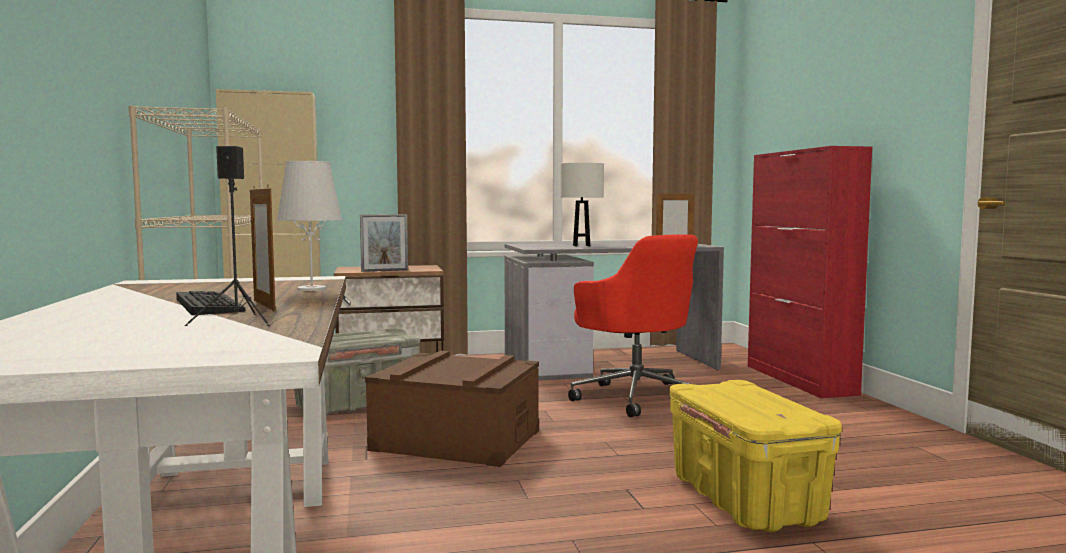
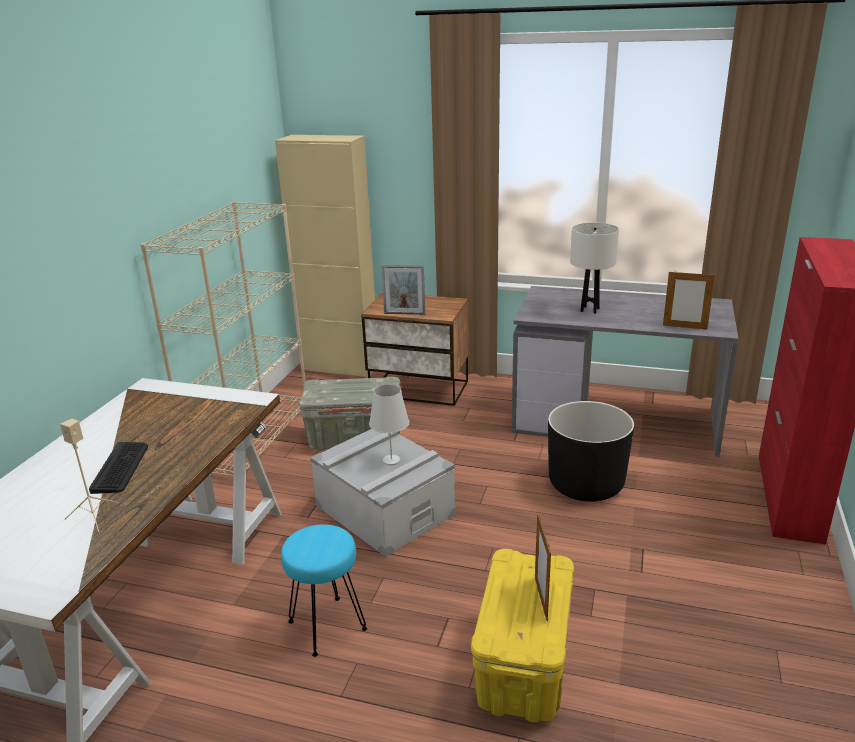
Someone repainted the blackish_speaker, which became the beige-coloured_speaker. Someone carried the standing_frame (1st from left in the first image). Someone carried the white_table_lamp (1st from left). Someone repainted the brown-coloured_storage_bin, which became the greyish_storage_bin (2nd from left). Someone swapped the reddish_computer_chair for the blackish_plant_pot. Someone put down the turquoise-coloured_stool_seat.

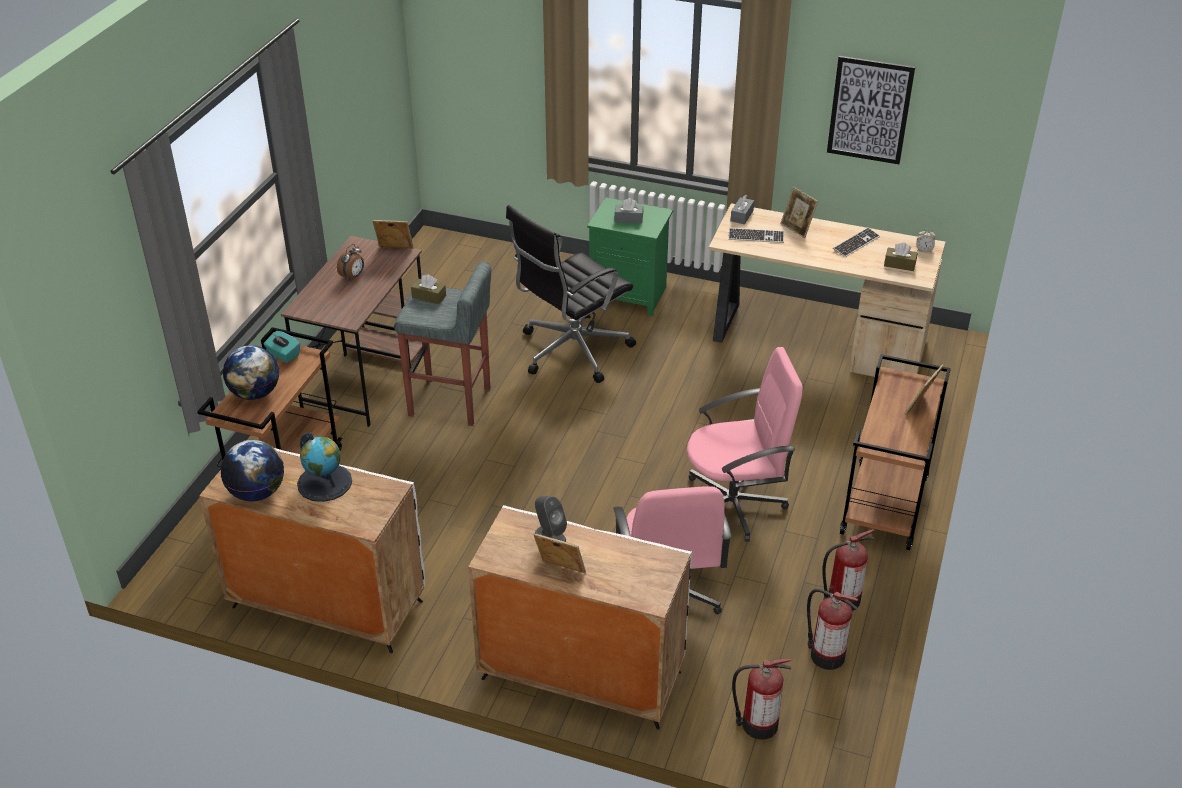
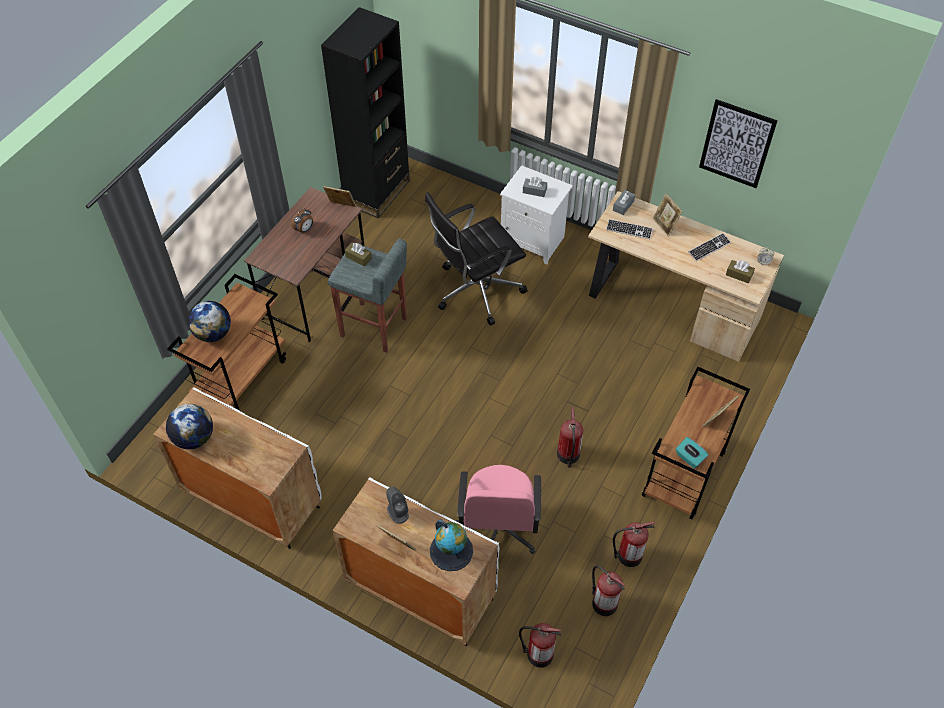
Someone carried the turquoise-coloured_tissue_holder. Someone carried the world_globe (3rd from left). Someone repainted the green_bedside_table, which became the white_bedside_table. Someone swapped the pinkish_computer_chair (2nd from left) for the fire-fighting_cylinder (2nd from left). Someone put down the blackish_shelving_unit.

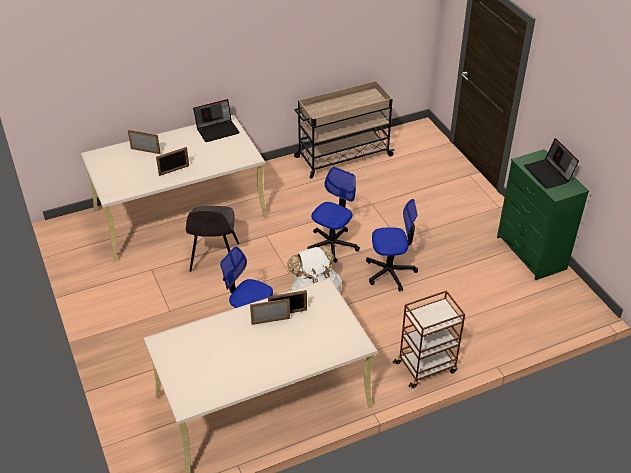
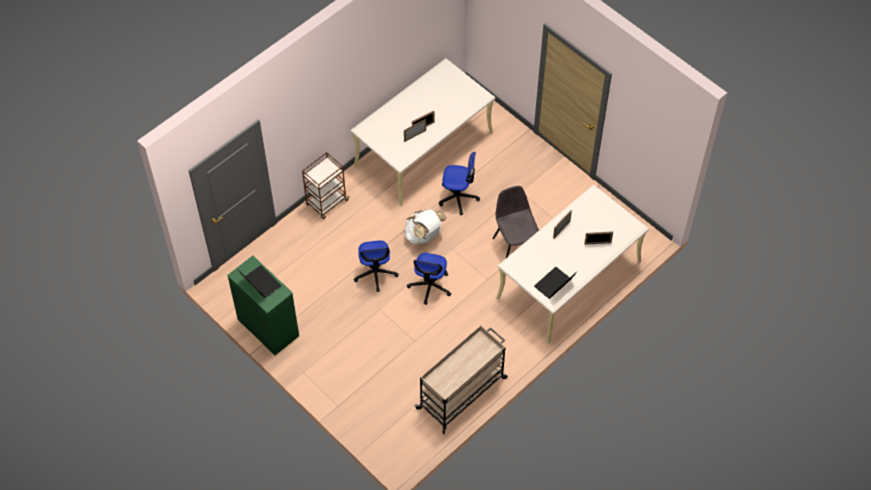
Someone rotated the computer_chair (3rd from left in the first image) by 75 degrees counterclockwise.

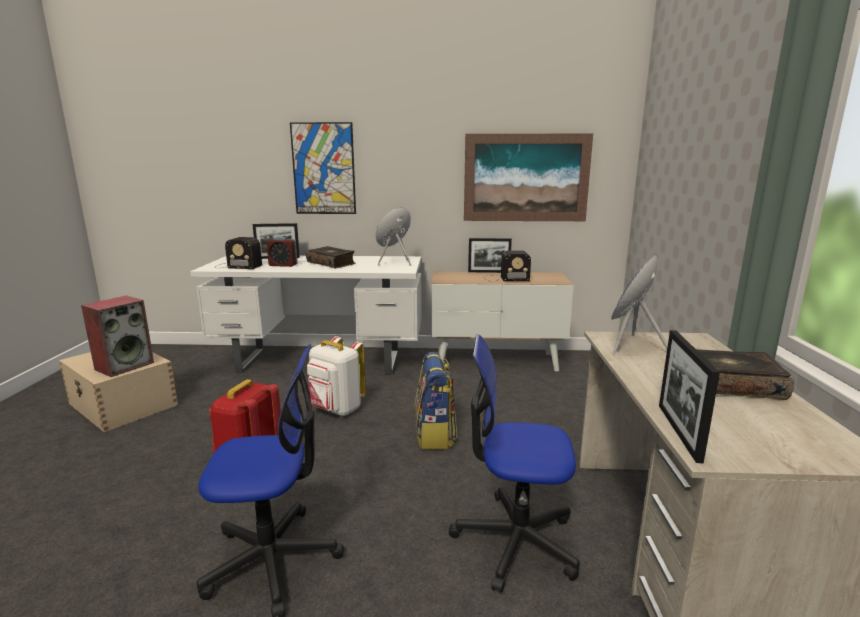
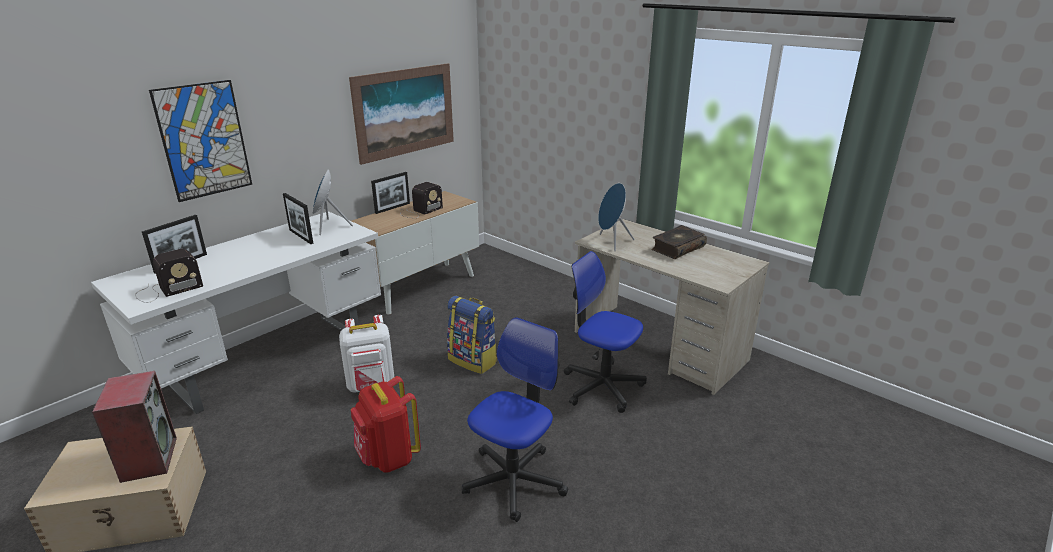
Someone took away the bedside_clock. Someone took away the book (1st from left). Someone rotated the computer_chair (2nd from left) by 75 degrees clockwise. Someone carried the standing_frame (3rd from left in the first image).

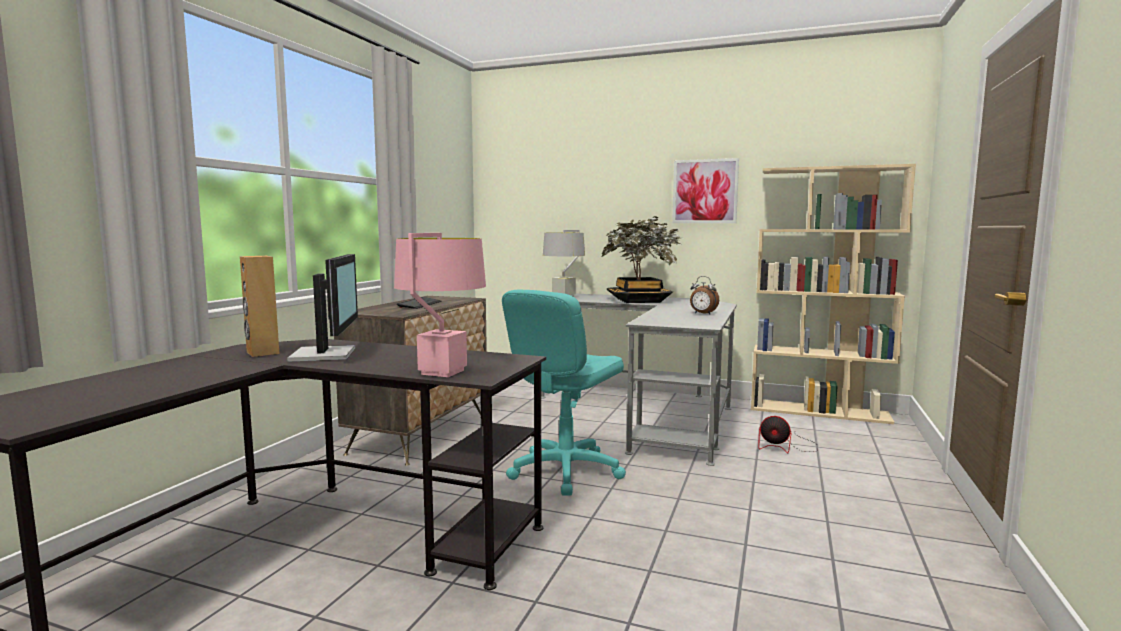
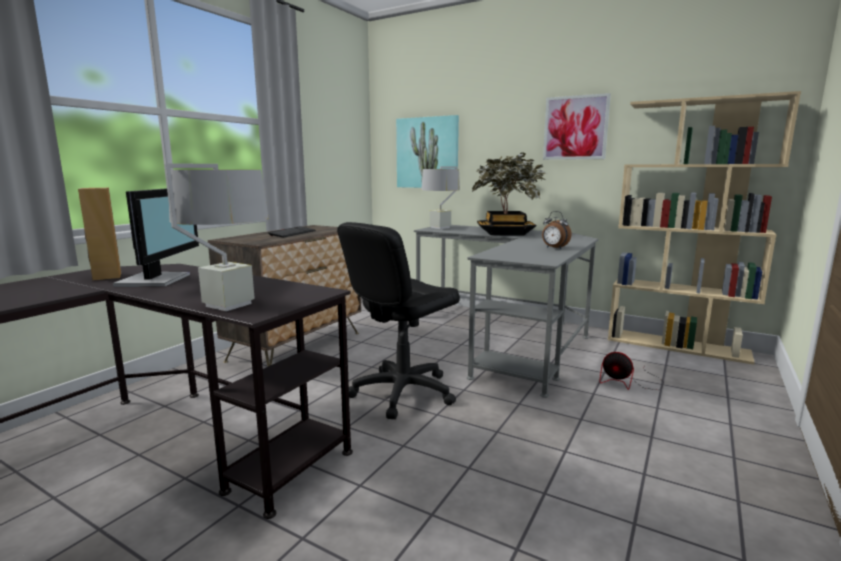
Someone repainted the pinkish_table_lamp, which became the greyish_table_lamp (1st from left). Someone repainted the turquoise-coloured_computer_chair, which became the blackish_computer_chair. Someone put up the wall_art (1st from left).

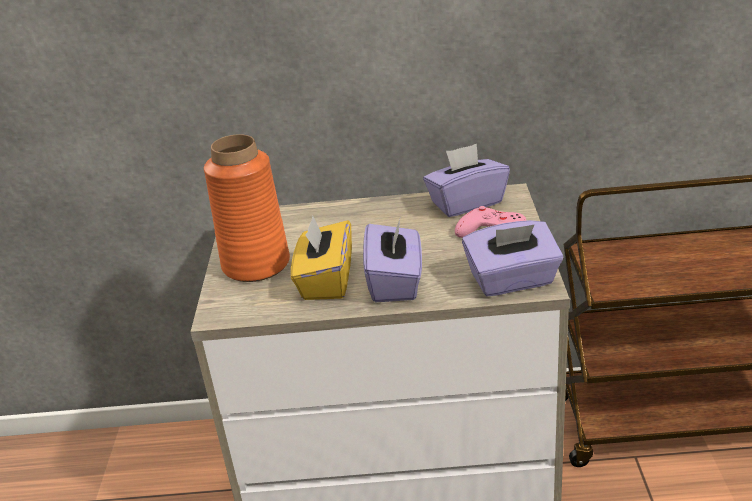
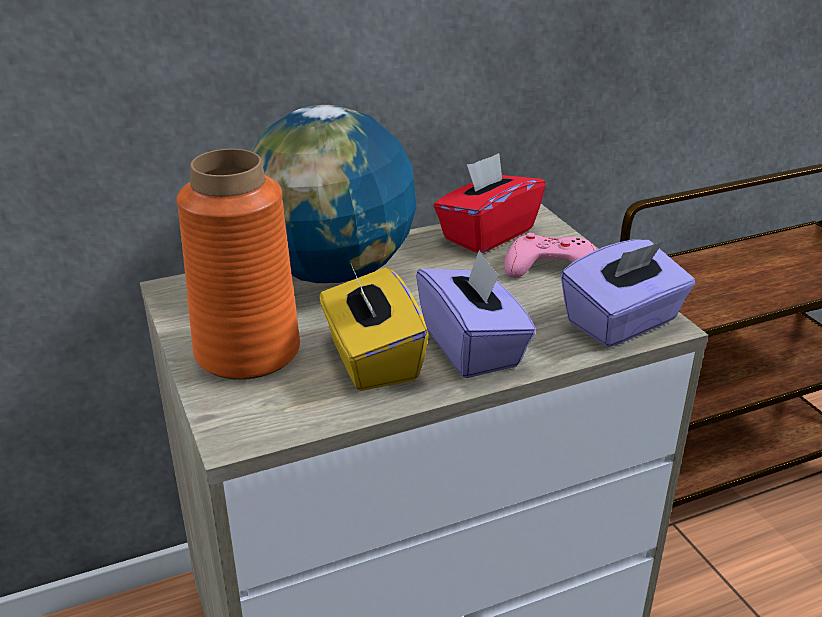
Someone repainted the purple-coloured_tissue_holder (2nd from left), which became the reddish_tissue_holder. Someone put down the world_globe.

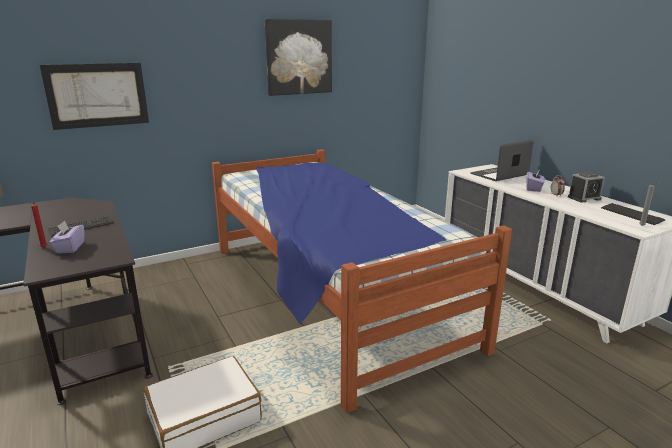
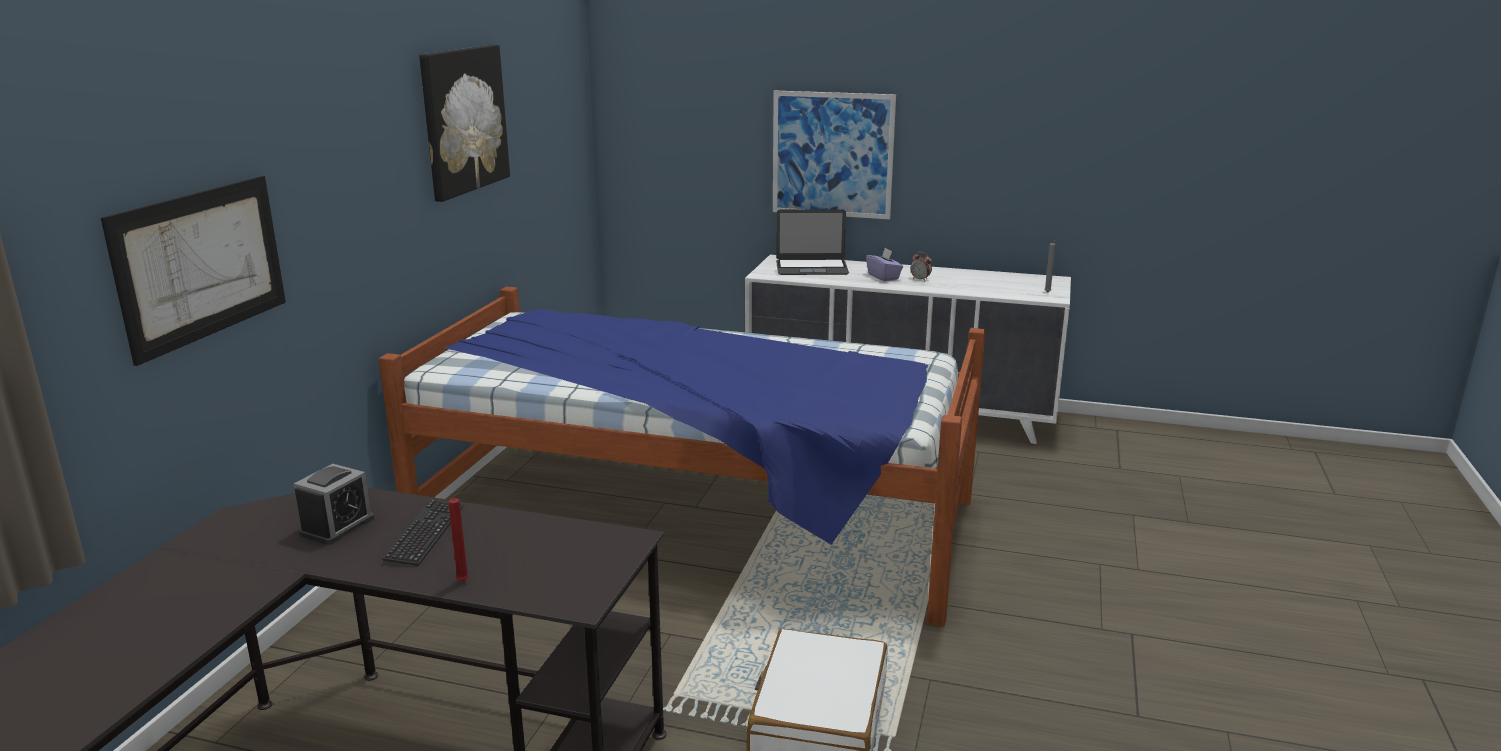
Someone took away the purple-coloured_tissue_holder (1st from left). Someone rotated the laptop by 105 degrees counterclockwise. Someone carried the bedside_clock (2nd from left in the first image). Someone took away the PC_keyboard (2nd from left). Someone put up the wall_art (3rd from left).

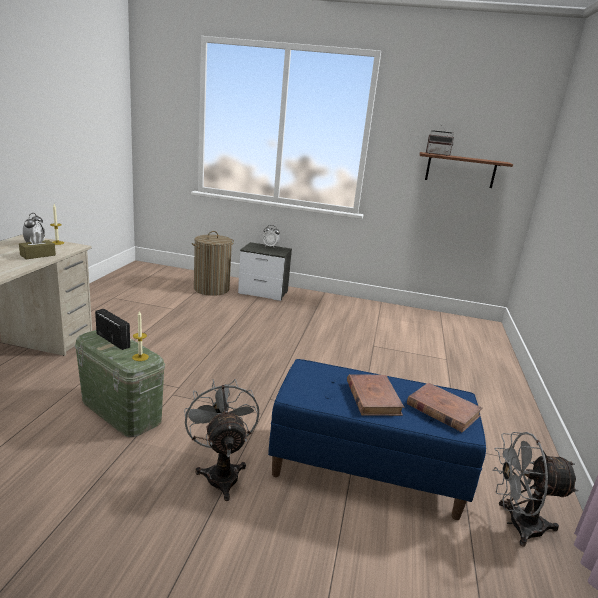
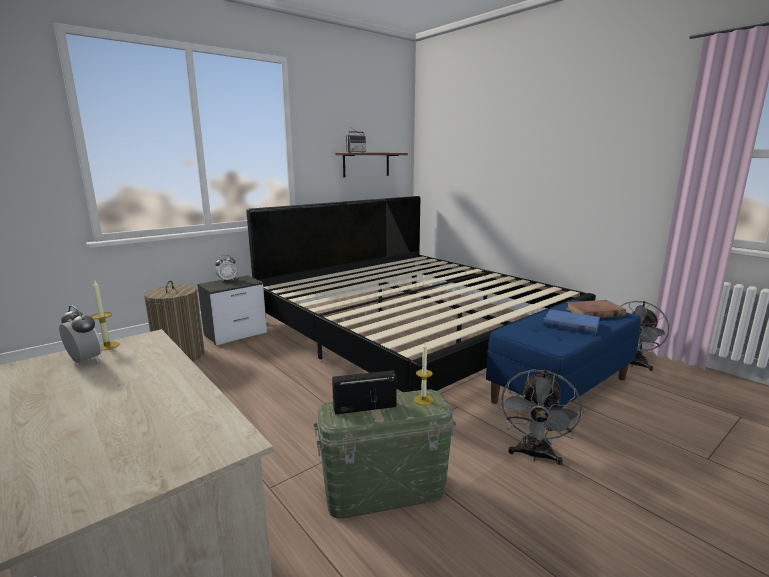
Someone took away the brown-coloured_tissue_holder. Someone rotated the greyish_cooling_fan (1st from left) by 90 degrees counterclockwise. Someone repainted the brown-coloured_book (1st from left), which became the blue-coloured_book. Someone put down the bedroom_bed.

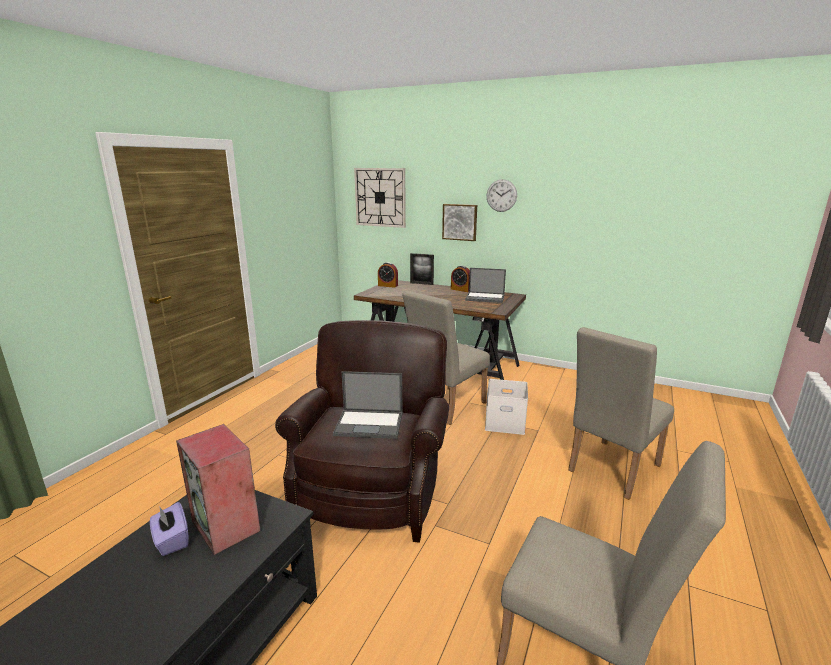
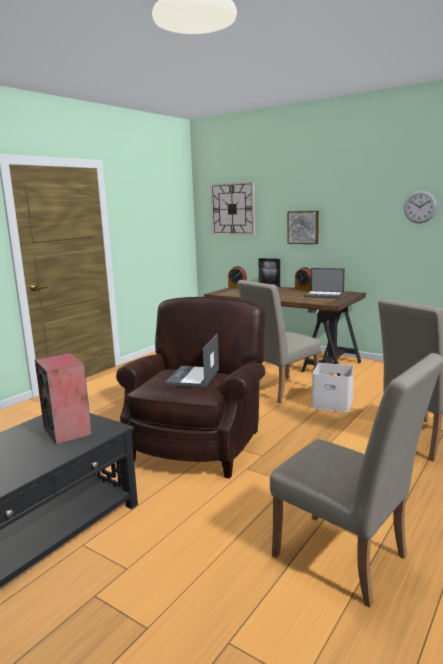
Someone took away the purple-coloured_tissue_holder. Someone rotated the laptop (1st from left) by 90 degrees clockwise. Someone carried the wall_clock (2nd from left).

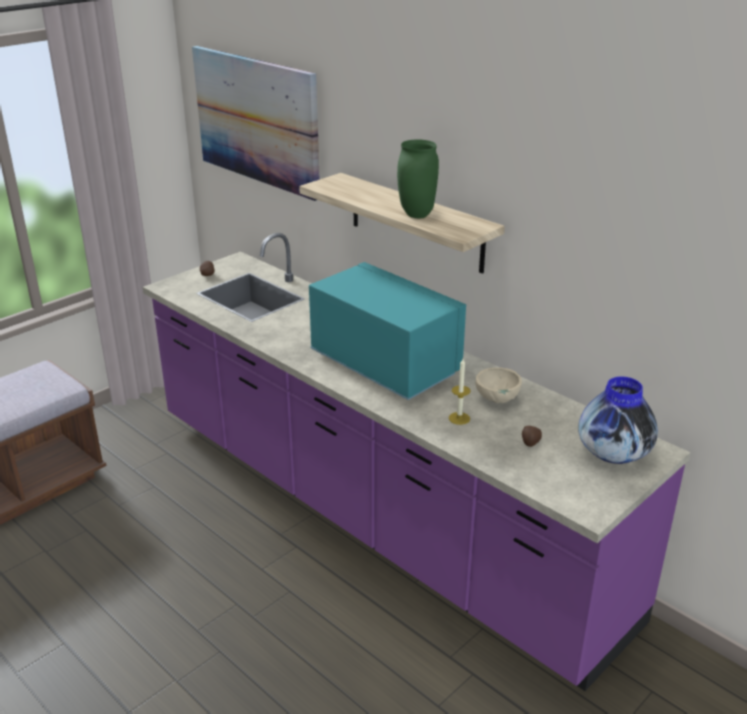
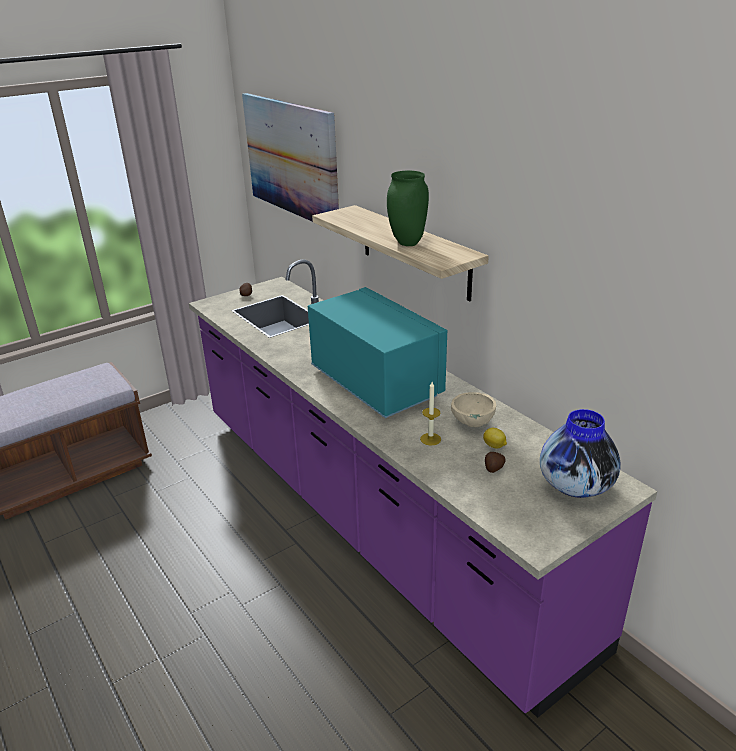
Someone put down the citrus_fruit.

